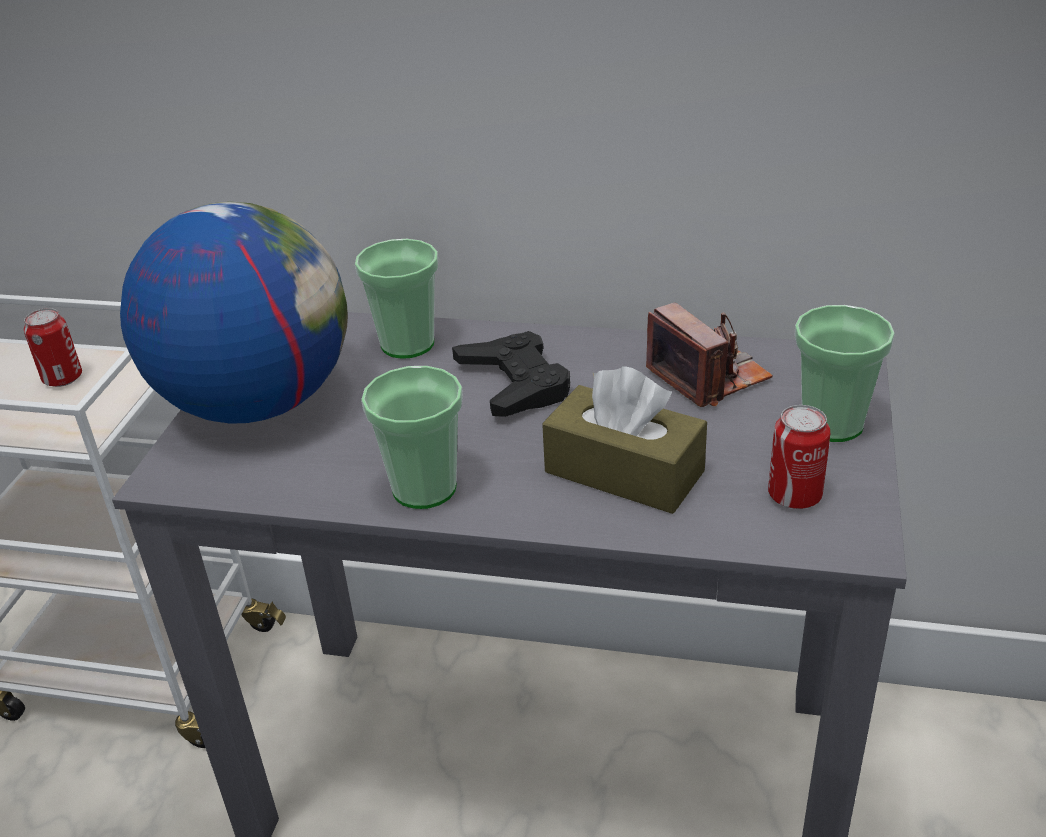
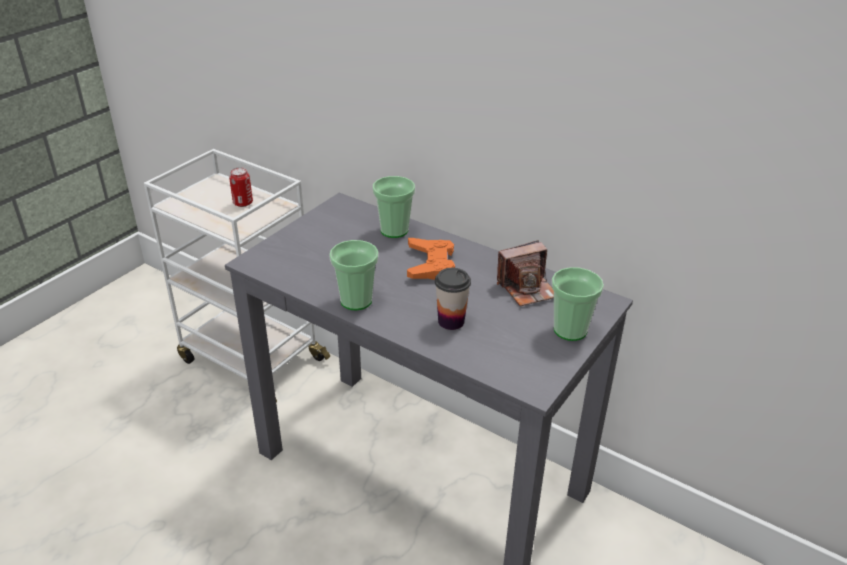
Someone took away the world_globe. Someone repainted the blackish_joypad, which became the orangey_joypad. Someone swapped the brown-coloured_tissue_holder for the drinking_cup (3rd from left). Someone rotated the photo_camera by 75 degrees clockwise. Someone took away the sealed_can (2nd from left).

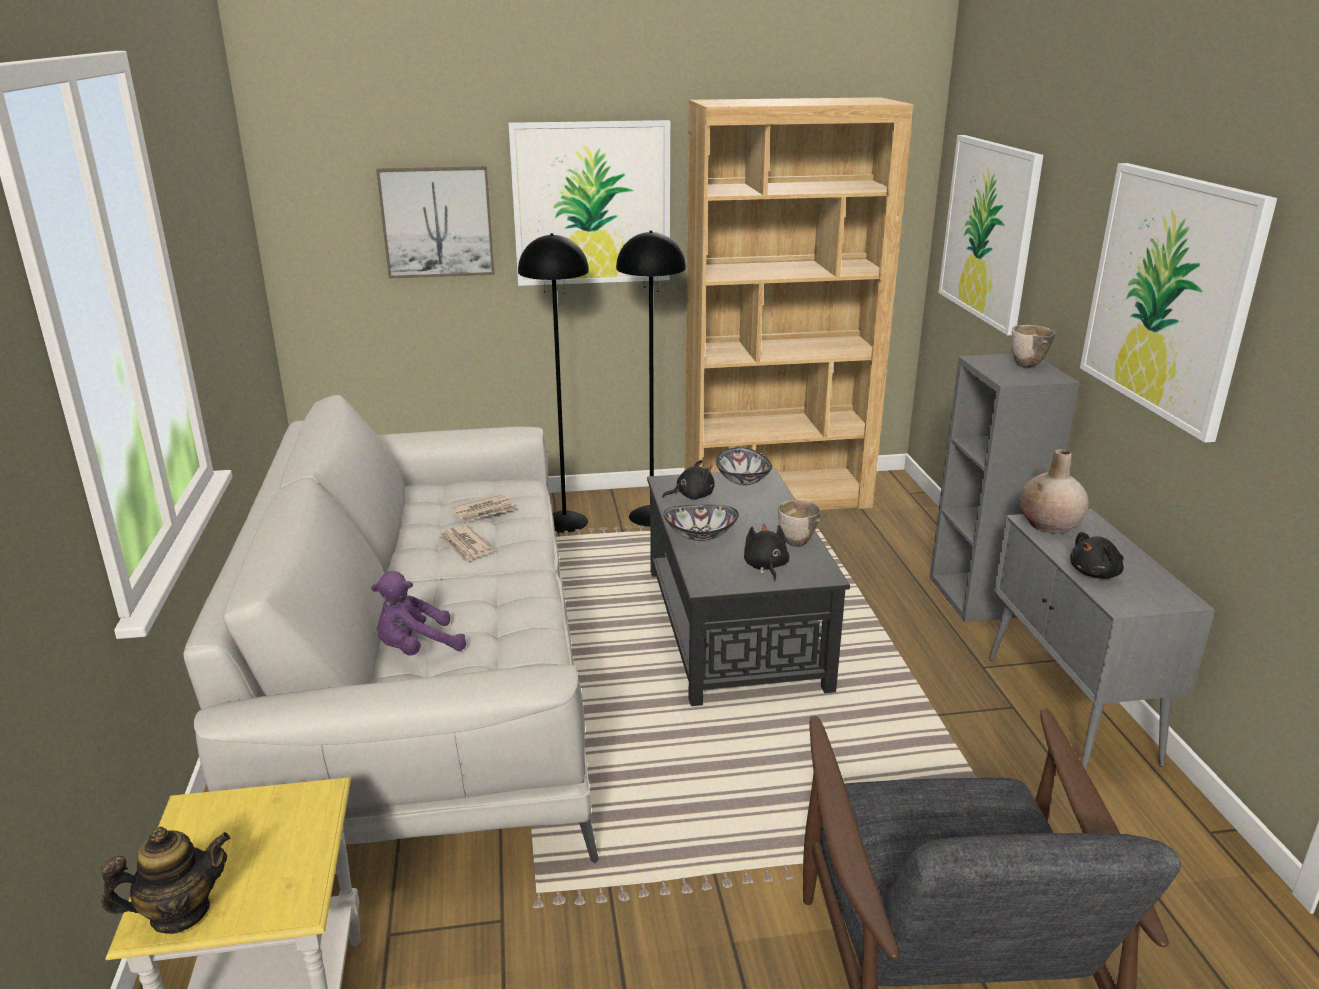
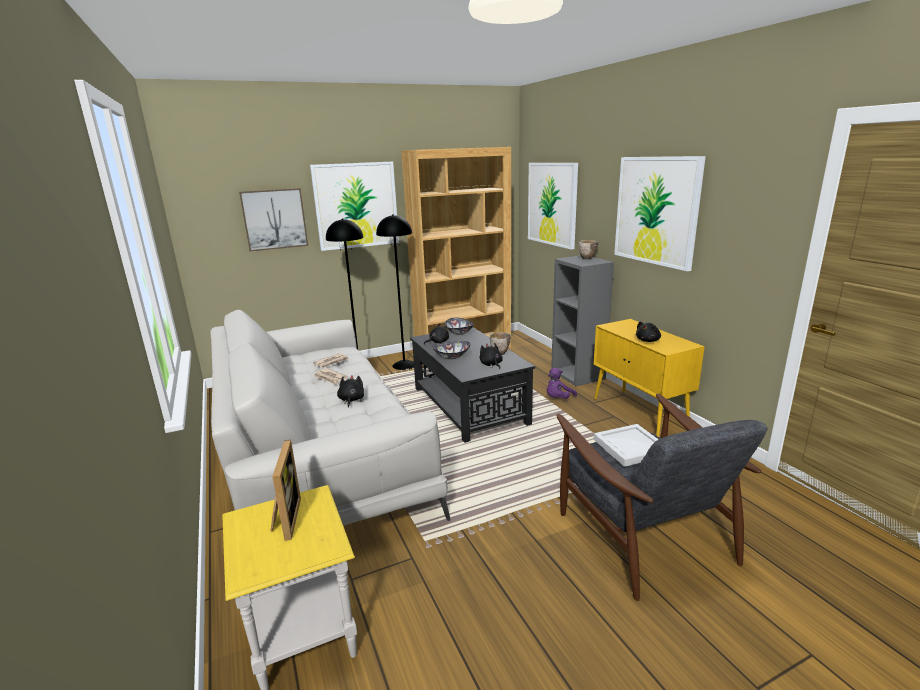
Someone took away the tea_pot. Someone carried the purple-coloured_cuddly_toy. Someone repainted the greyish_cupboard, which became the yellow-coloured_cupboard. Someone took away the beige-coloured_vase. Someone put down the standing_frame. Someone put down the blackish_cuddly_toy (1st from left). Someone put down the white_serving_tray.

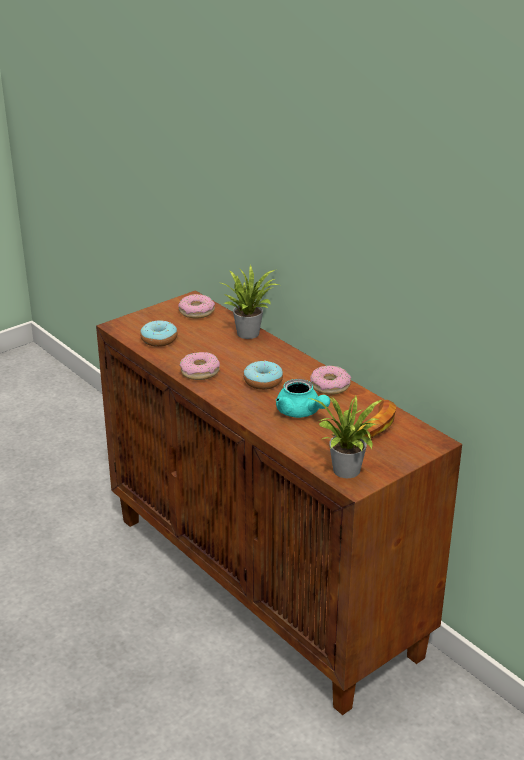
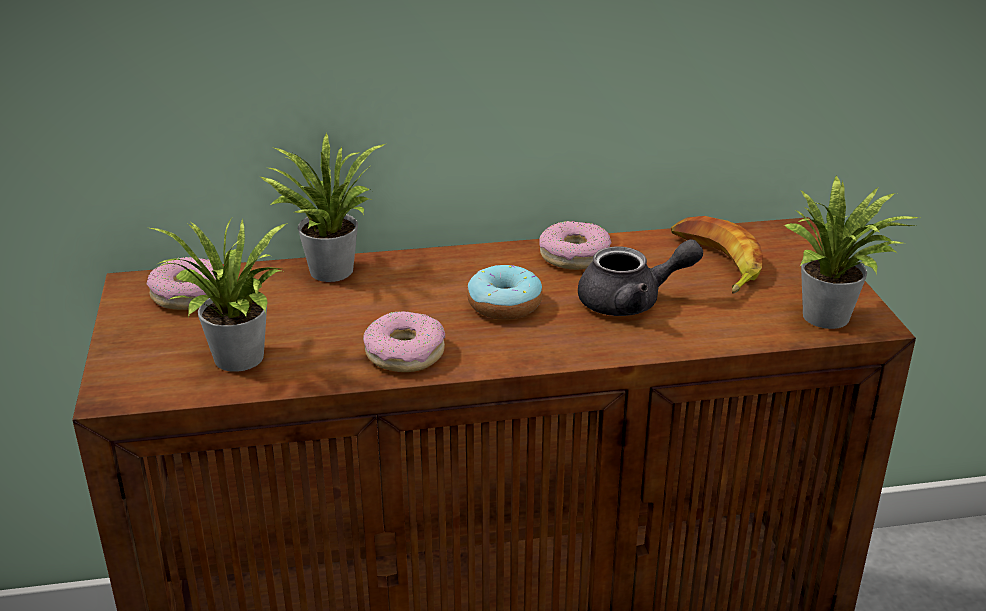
Someone swapped the doughnut (1st from left) for the houseplant (1st from left). Someone repainted the turquoise-coloured_tea_pot, which became the greyish_tea_pot.

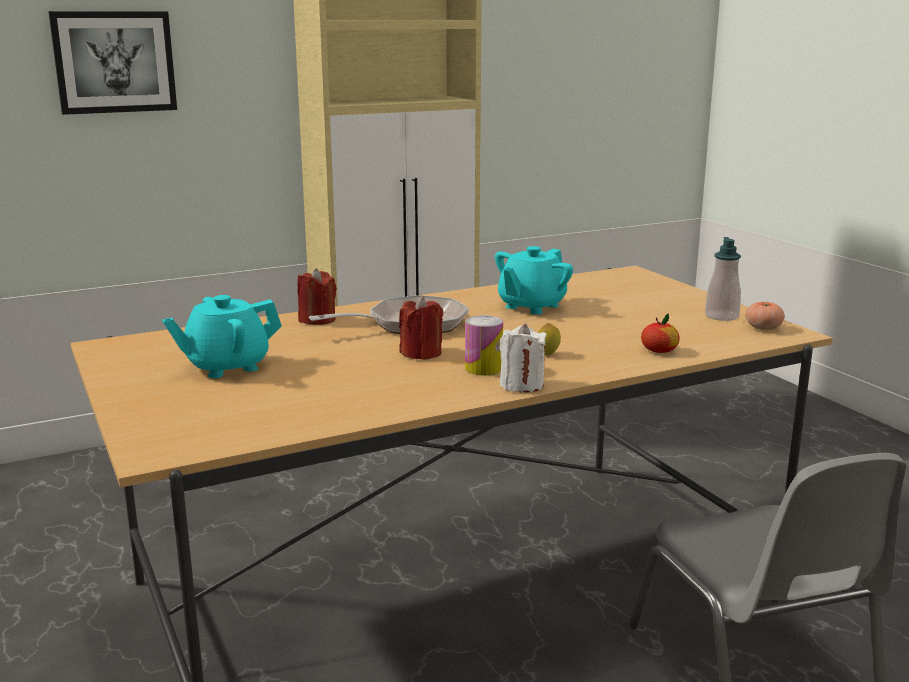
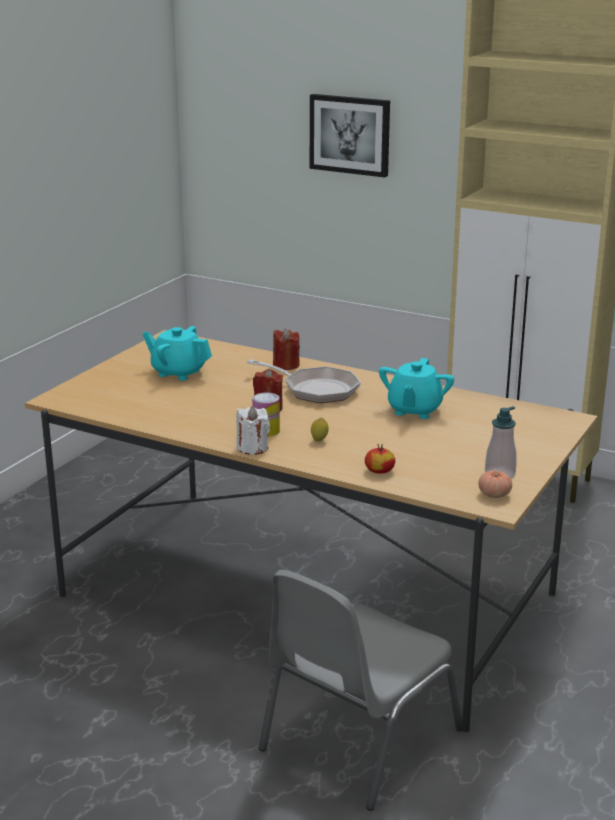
Someone rotated the turquoise-coloured_tea_pot (2nd from left) by 75 degrees counterclockwise.

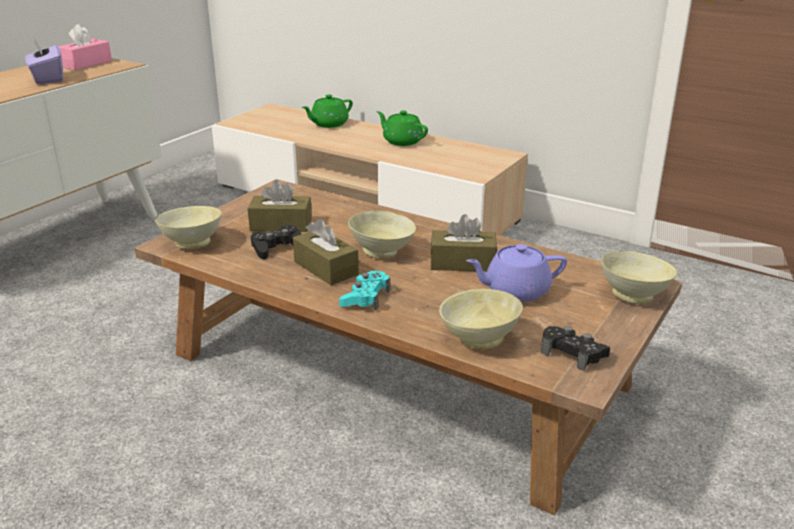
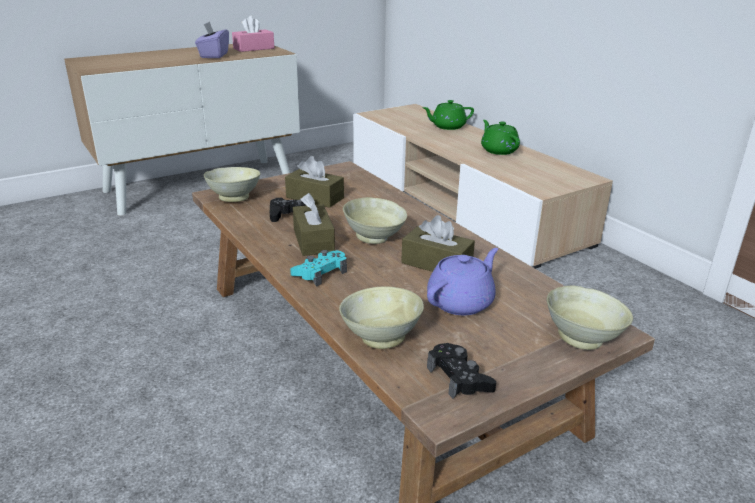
Someone rotated the purple-coloured_tea_pot by 120 degrees clockwise.

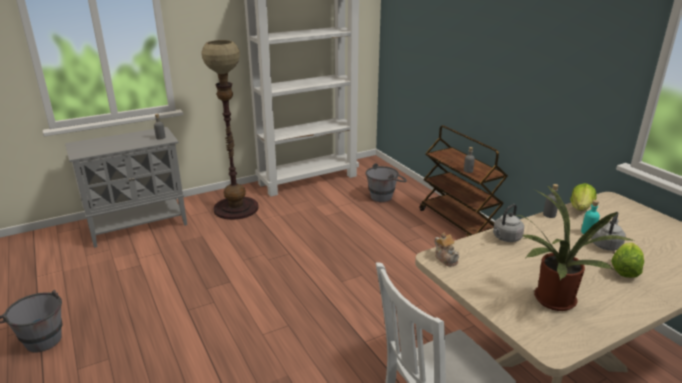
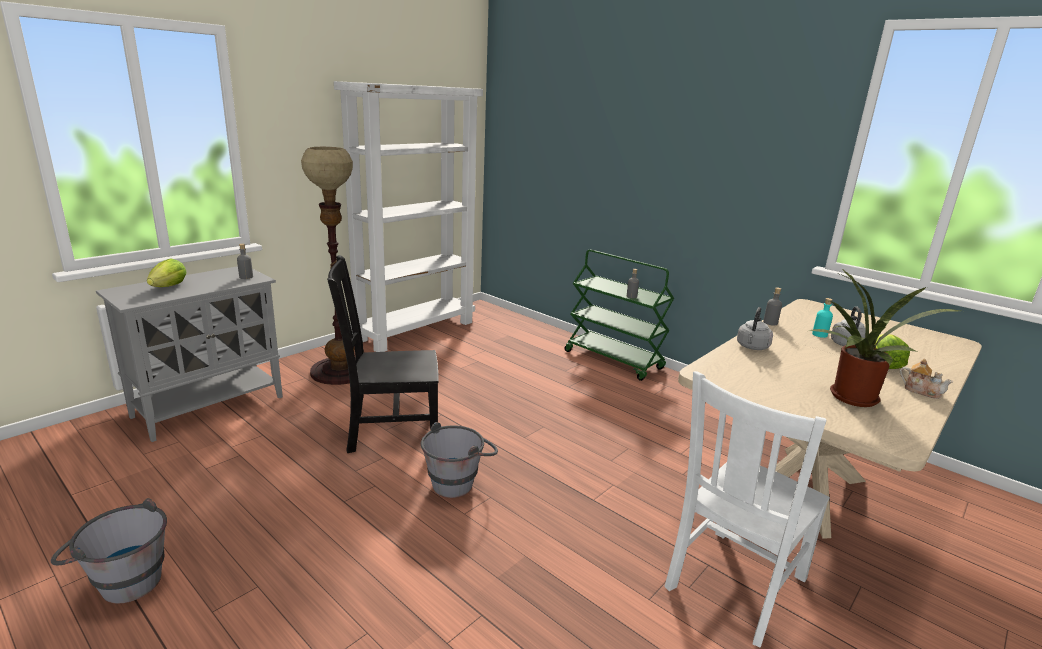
Someone carried the greyish_bucket (2nd from left). Someone repainted the brown-coloured_trolley, which became the green_trolley. Someone carried the tea_pot. Someone carried the lettuce (1st from left). Someone put down the blackish_chair.

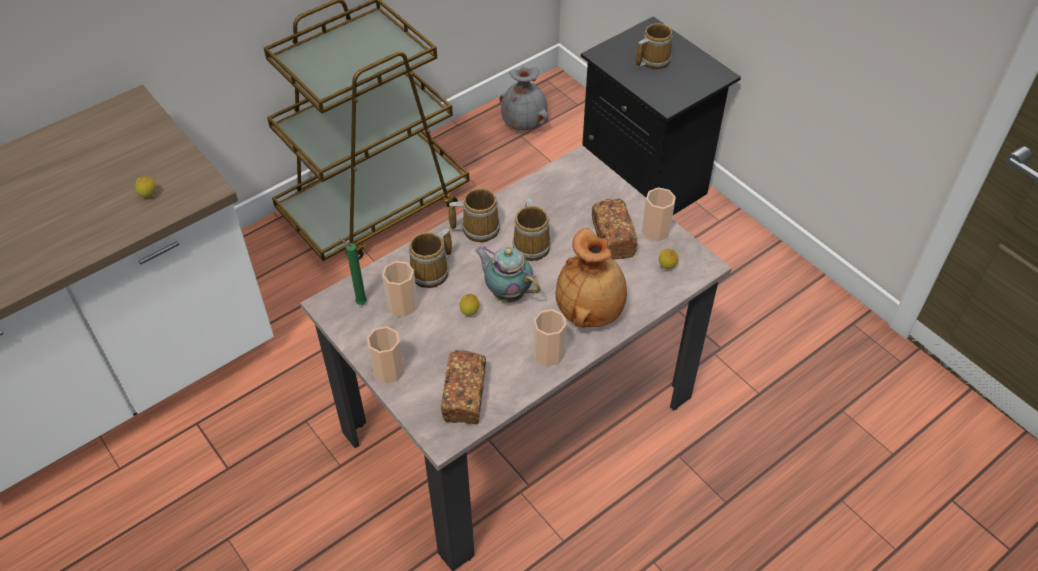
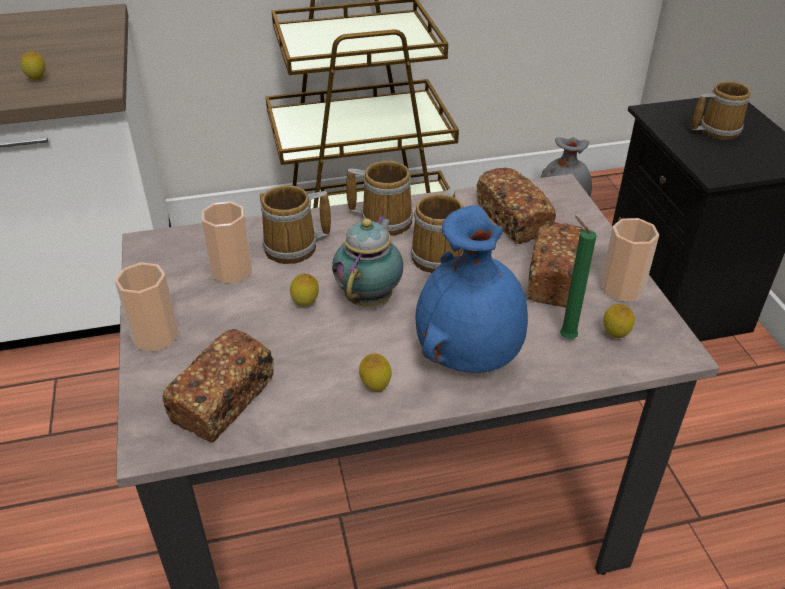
Someone carried the green_candle. Someone rotated the tea_pot by 45 degrees clockwise. Someone swapped the drinking_cup (3rd from left) for the citrus_fruit (3rd from left). Someone repainted the brown-coloured_vase, which became the blue-coloured_vase. Someone put down the bread (2nd from left).

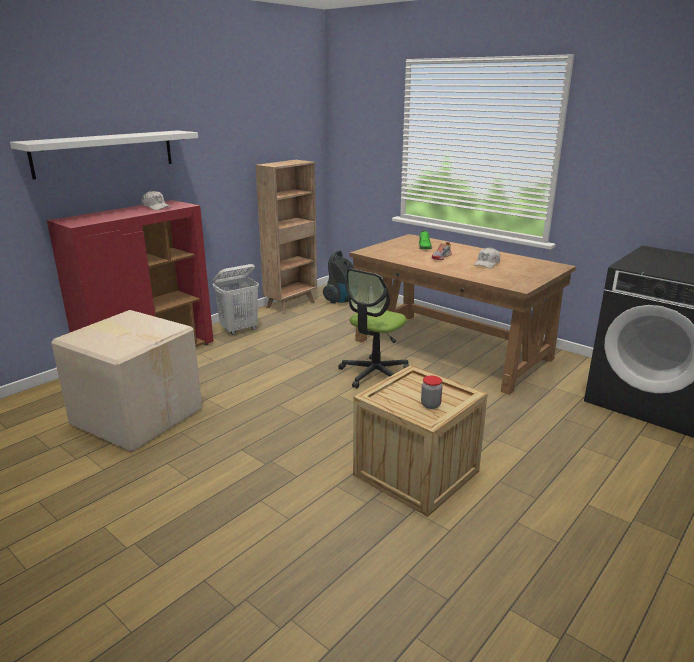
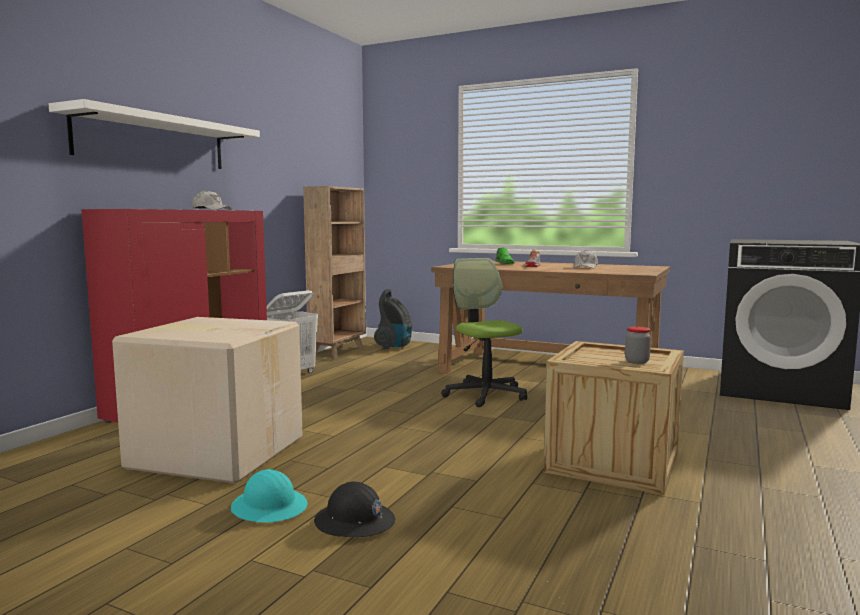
Someone rotated the computer_chair by 135 degrees clockwise. Someone put down the turquoise-coloured_work_helmet. Someone put down the blackish_work_helmet.

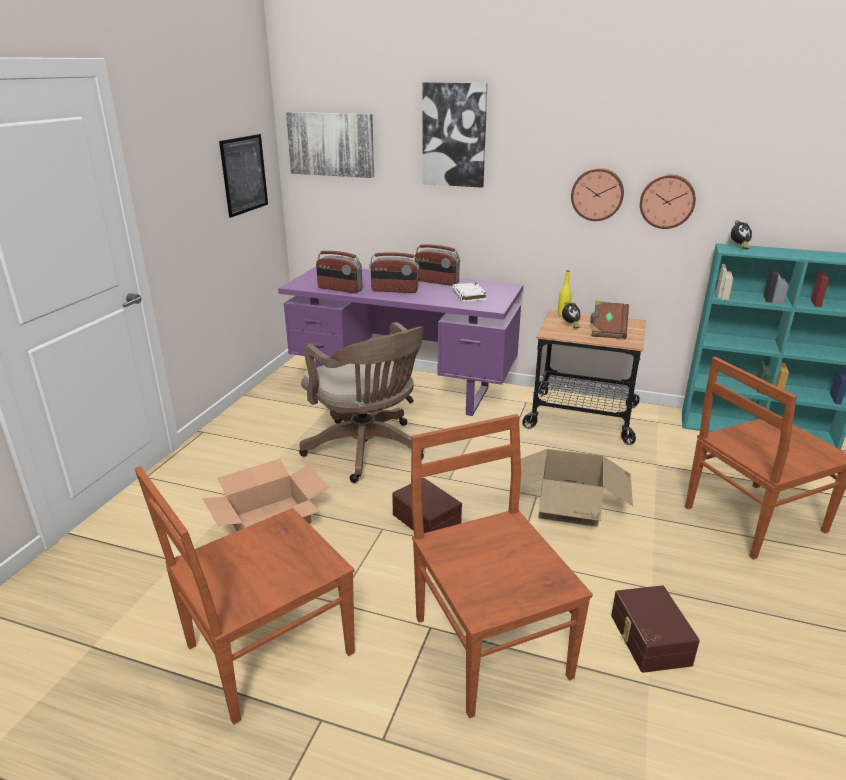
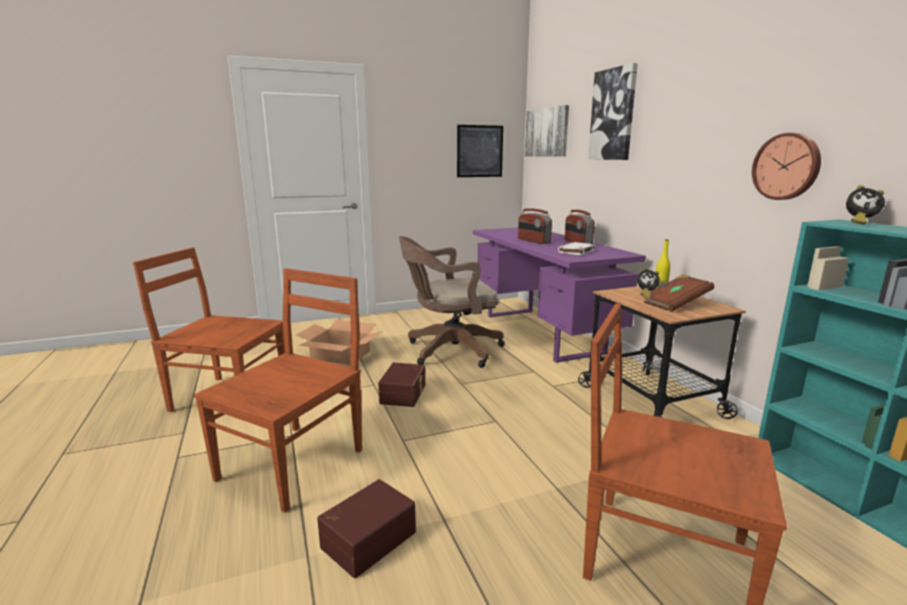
Someone rotated the brown-coloured_computer_chair by 60 degrees clockwise. Someone took away the radio_receiver (1st from left). Someone took away the cardboard_box (2nd from left). Someone took away the wall_clock (1st from left).

